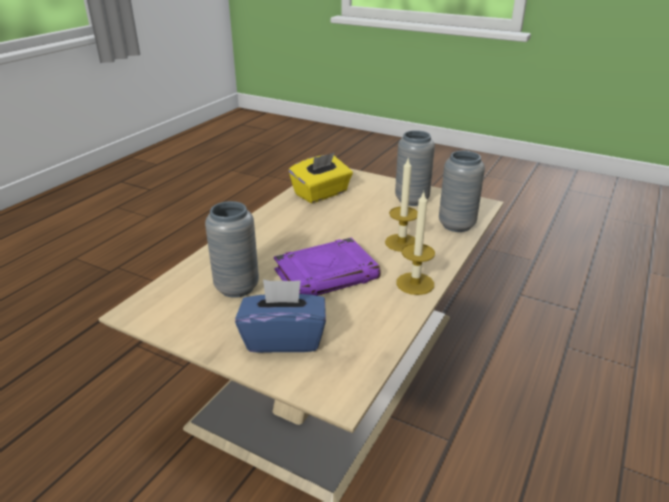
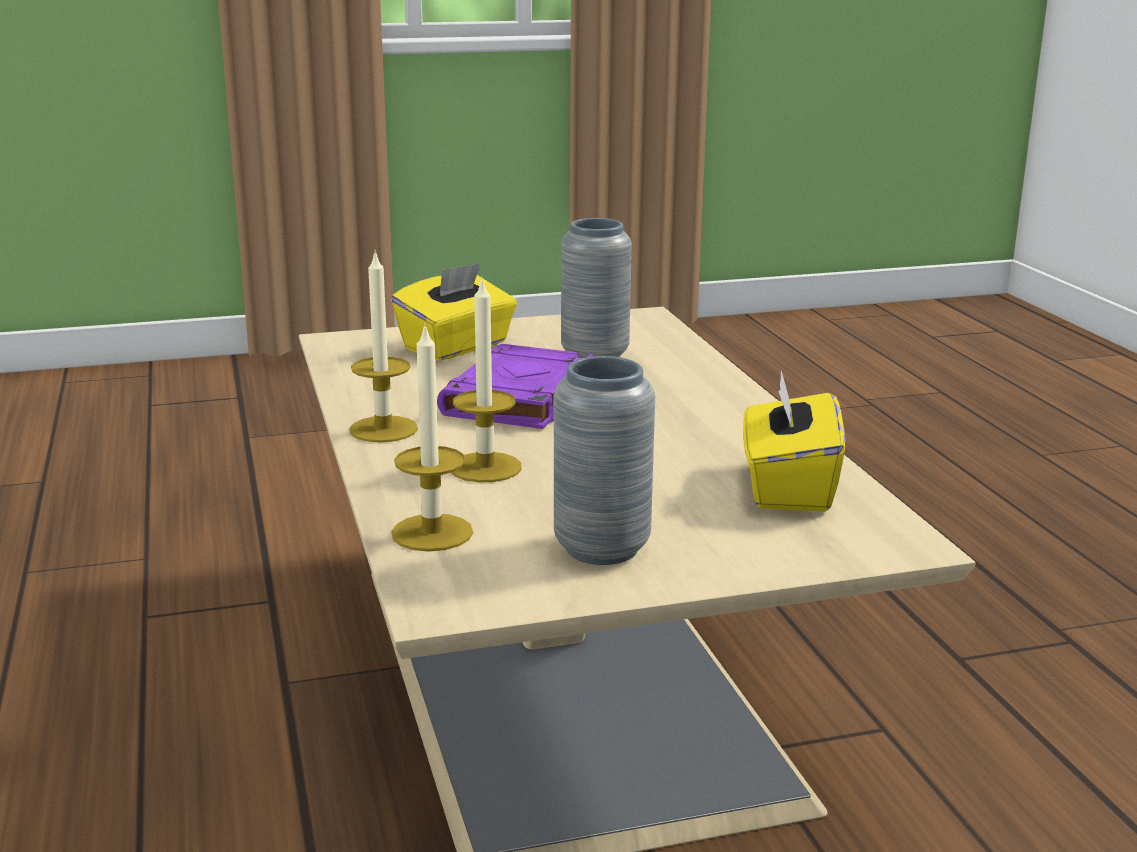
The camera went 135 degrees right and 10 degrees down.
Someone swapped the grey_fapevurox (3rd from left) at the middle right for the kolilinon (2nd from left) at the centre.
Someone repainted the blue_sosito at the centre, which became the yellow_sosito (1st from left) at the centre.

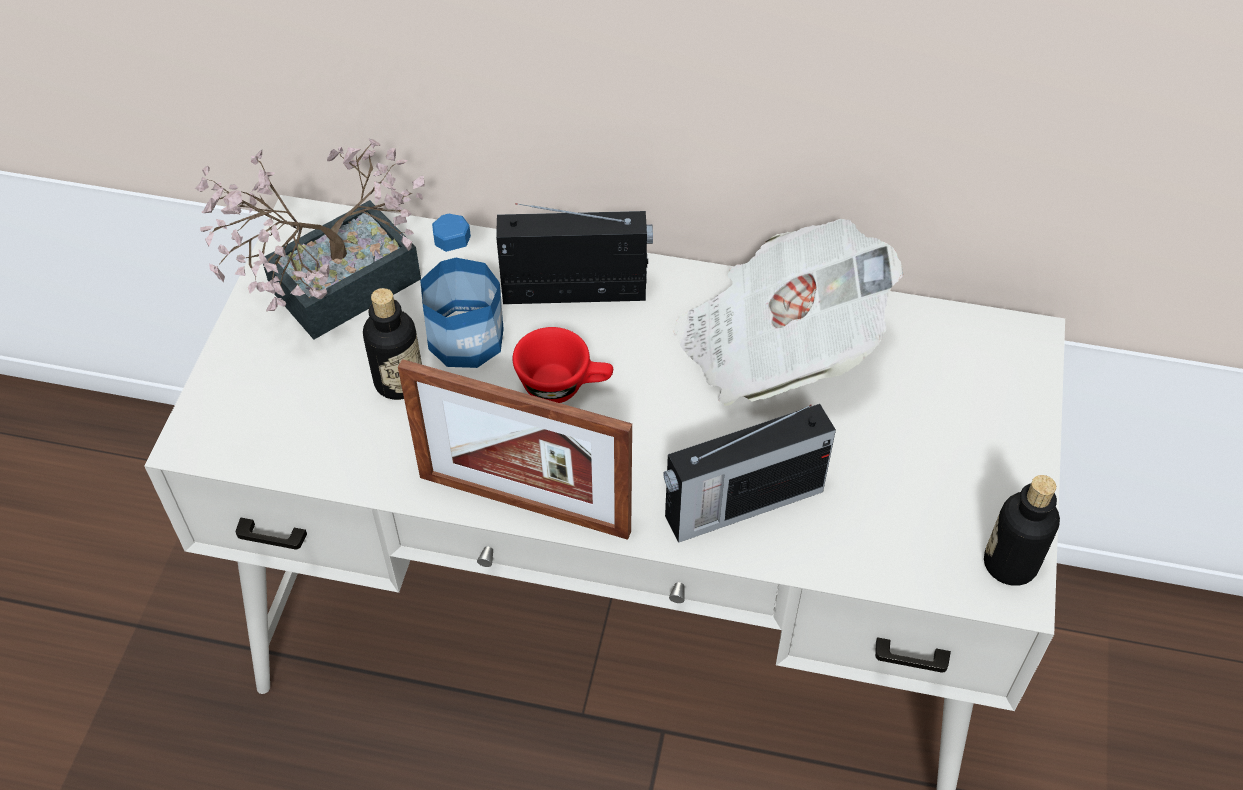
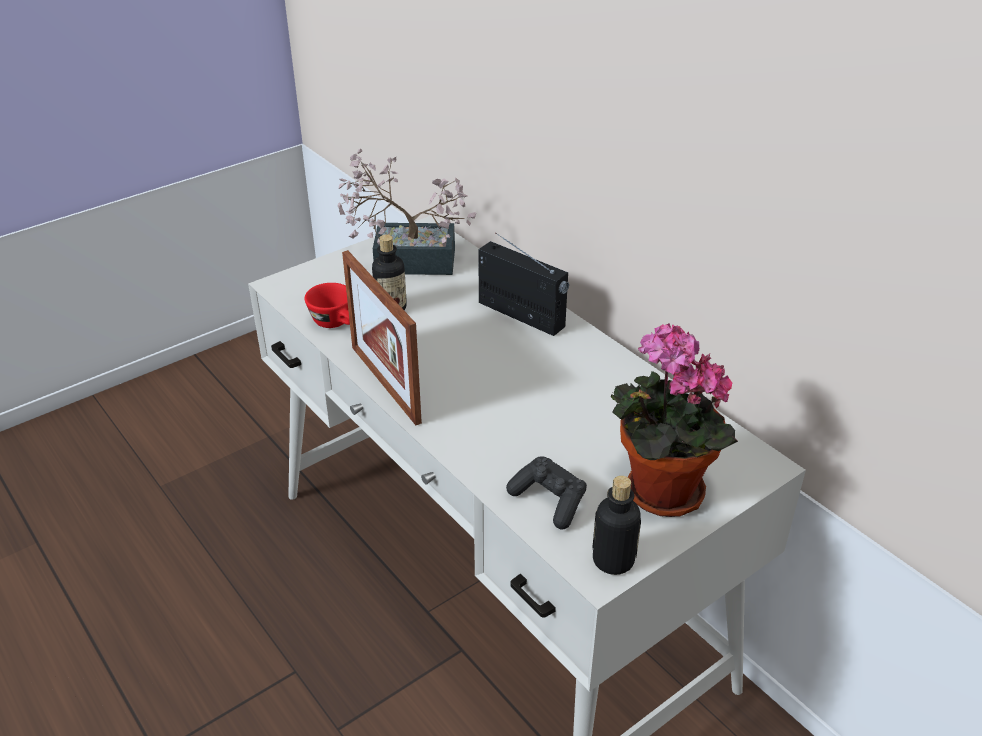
The camera went 40 degrees right and 15 degrees down.
Someone took away the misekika (2nd from left) at the centre.
Someone took away the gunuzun (2nd from left) at the centre.
Someone took away the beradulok at the centre.
Someone put down the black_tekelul at the bottom centre.
Someone put down the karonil (2nd from left) at the middle right.
Someone carried the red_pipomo from the centre to the middle left.

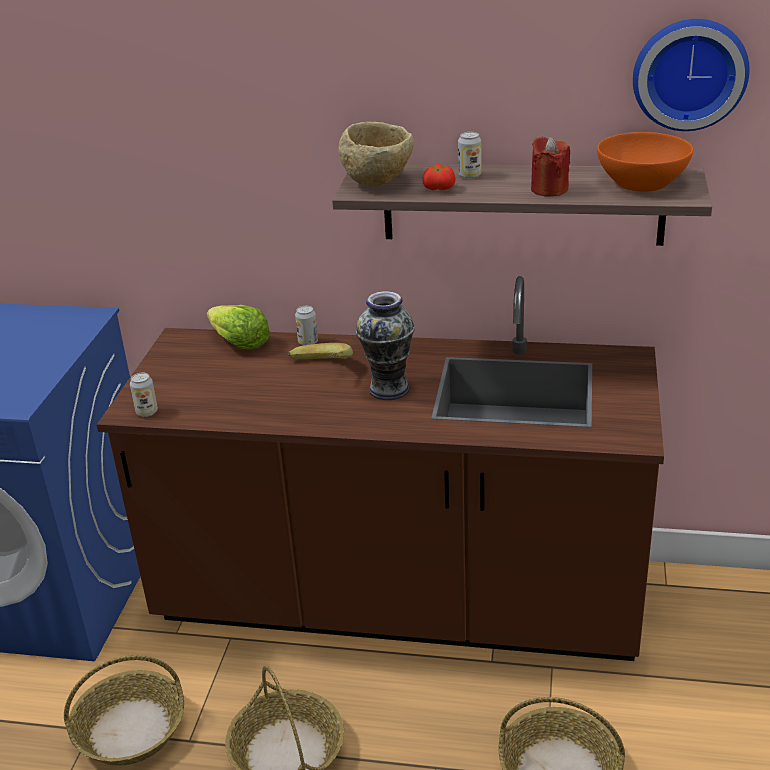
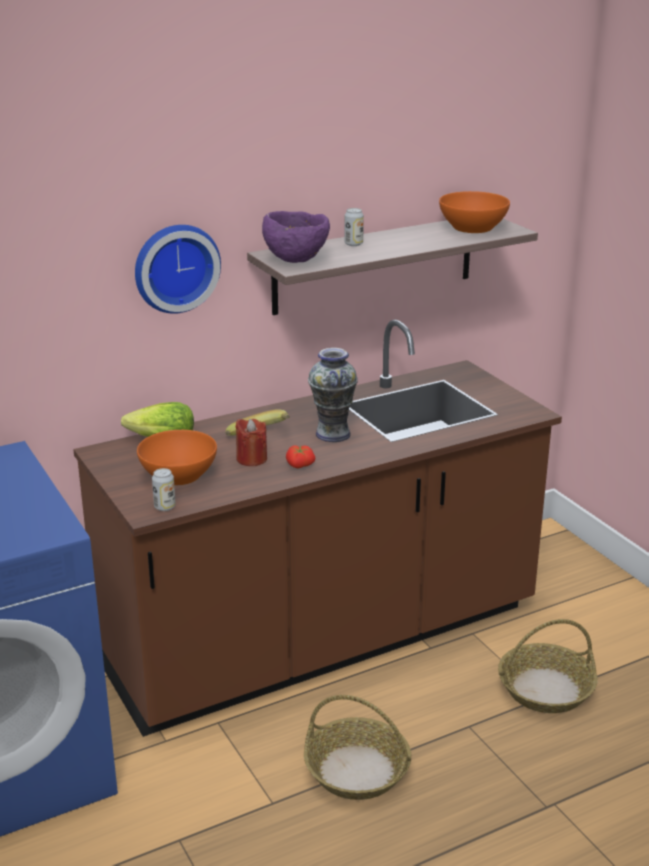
The camera went 40 degrees left and 5 degrees down.
Someone took away the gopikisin (1st from left) at the bottom left.
Someone took away the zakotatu (2nd from left) at the centre.
Someone put down the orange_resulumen (1st from left) at the middle left.
Someone carried the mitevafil from the top centre to the centre.
Someone carried the red_kolilinon from the top right to the centre.
Someone carried the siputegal from the top right to the top left.
Someone repainted the beige_resulumen at the top centre, which became the purple_resulumen at the top centre.

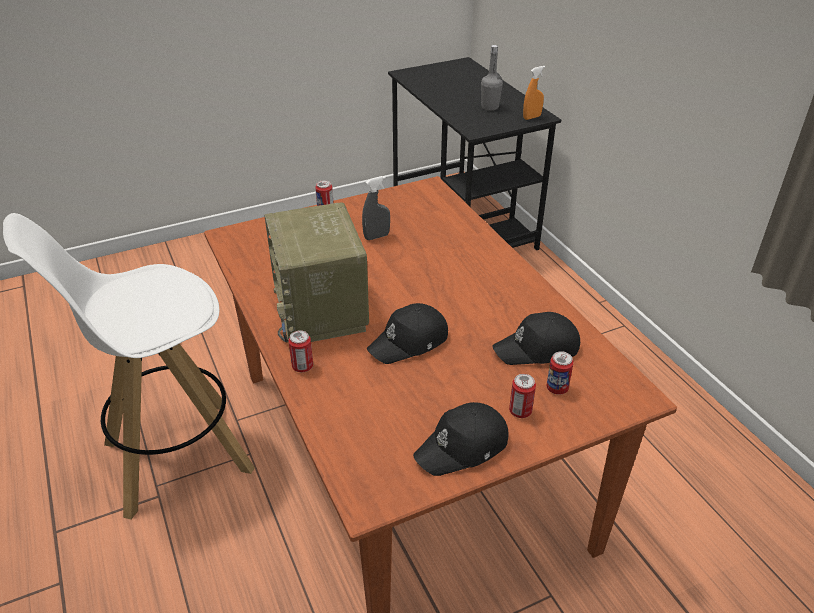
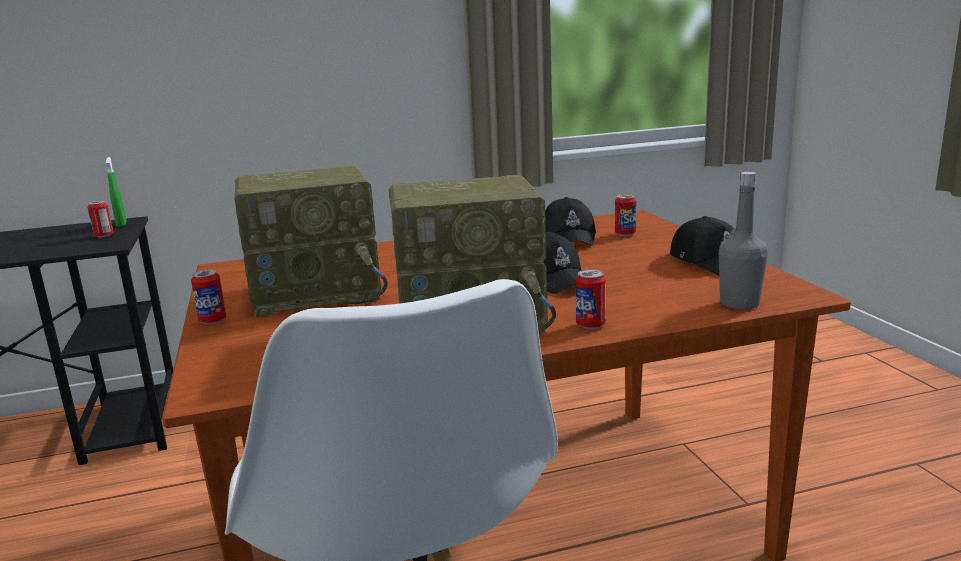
The camera went 80 degrees left and 20 degrees down.
Someone carried the grey_misekika from the top centre to the middle right.
Someone carried the zakotatu (3rd from left in the first image) from the centre to the middle left.
Someone swapped the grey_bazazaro at the centre for the gunuzun (1st from left) at the middle left.
Someone repainted the orange_bazazaro at the top centre, which became the green_bazazaro at the middle left.

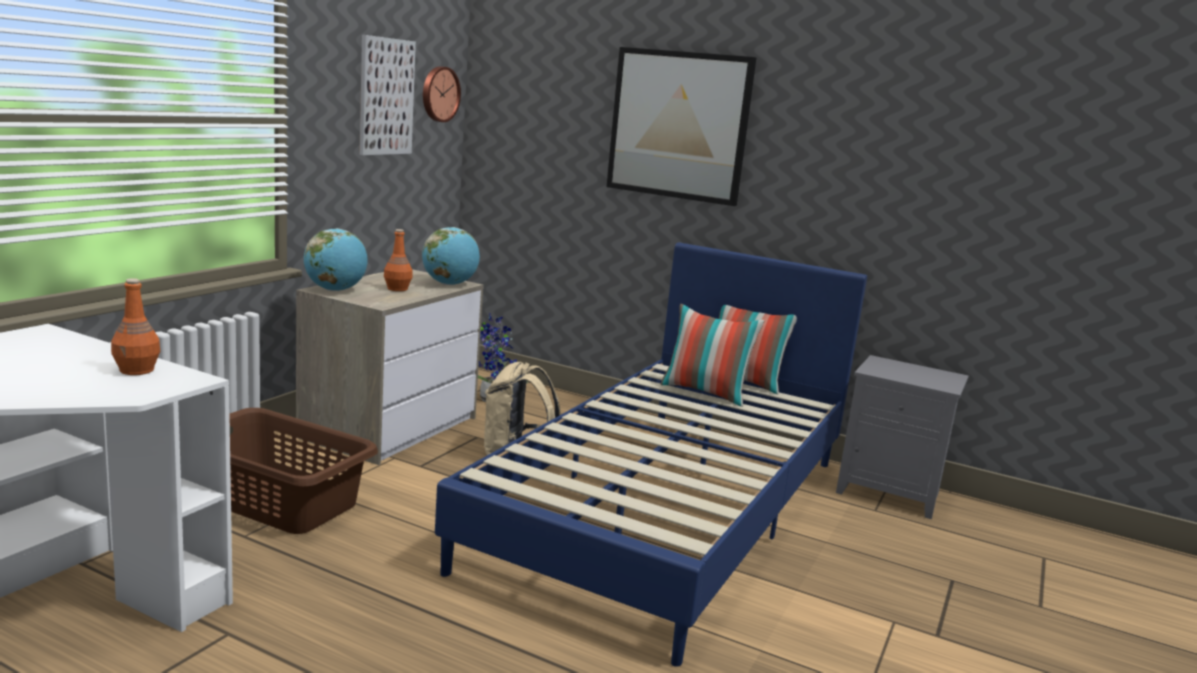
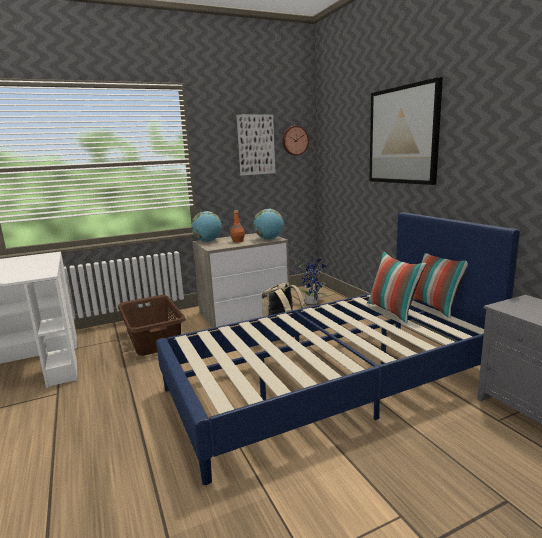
The camera went 40 degrees right and 0 degrees up.
Someone took away the orange_misekika (1st from left) at the middle left.

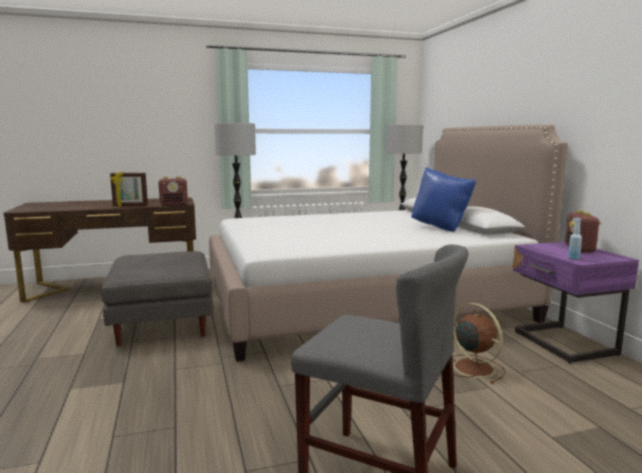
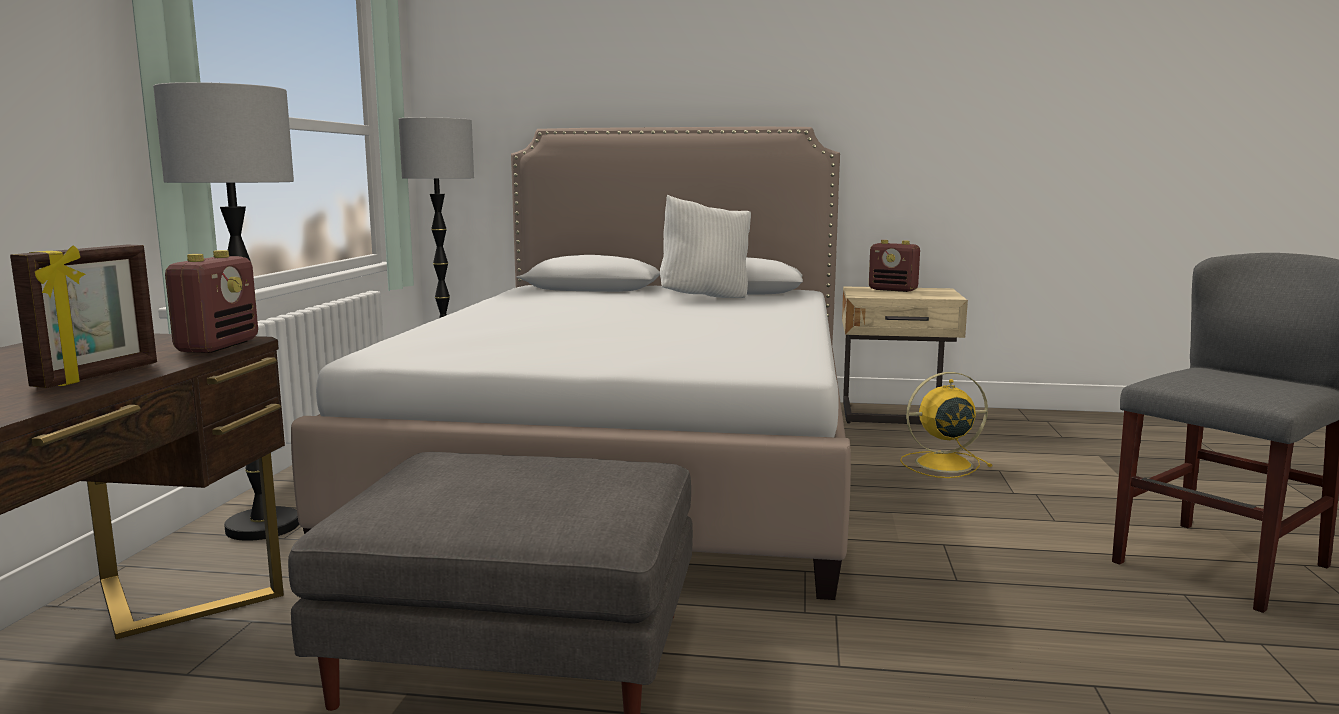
The camera went 65 degrees left and 0 degrees up.
Someone took away the blue_misekika at the middle right.
Someone repainted the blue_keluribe at the middle right, which became the white_keluribe at the centre.
Someone repainted the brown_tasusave at the bottom right, which became the yellow_tasusave at the middle right.
Someone repainted the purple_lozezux at the middle right, which became the beige_lozezux at the middle right.

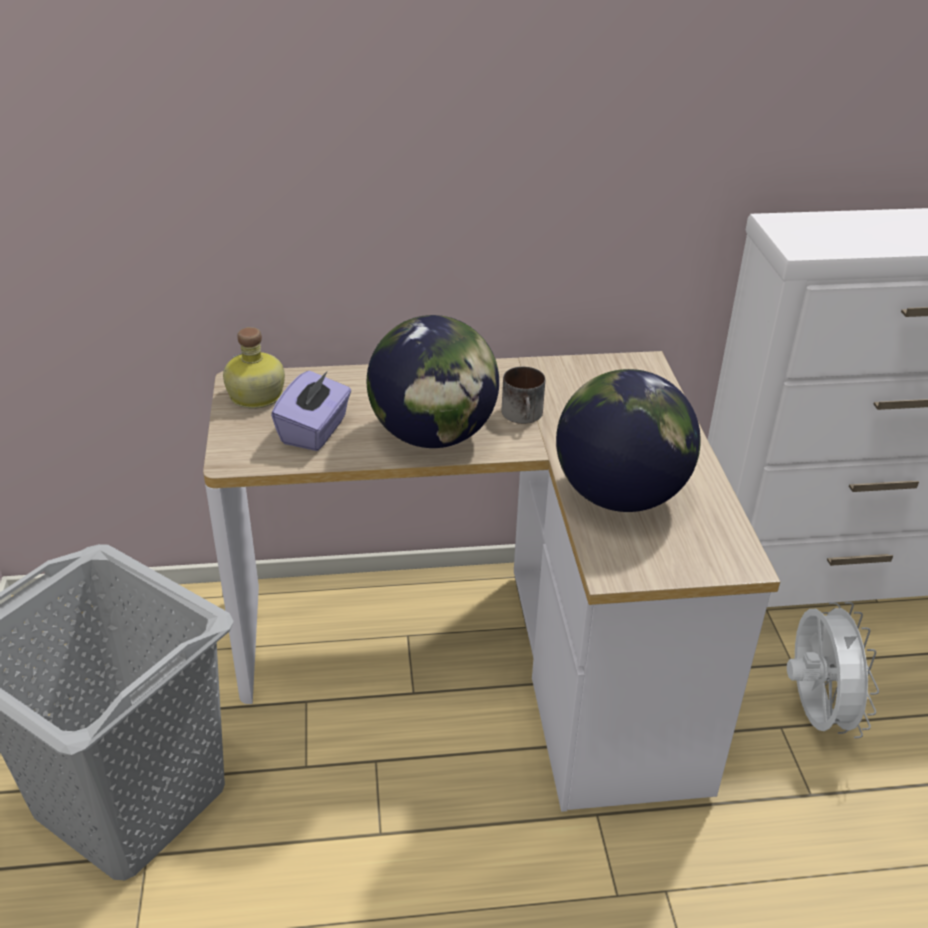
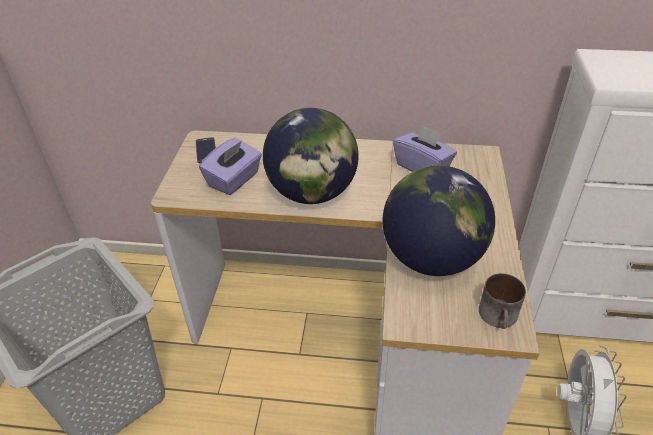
The camera went 15 degrees right and 5 degrees up.
Someone put down the purple_sosito (2nd from left) at the centre.
Someone carried the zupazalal from the centre to the bottom right.
Someone swapped the misekika at the middle left for the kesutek at the middle left.

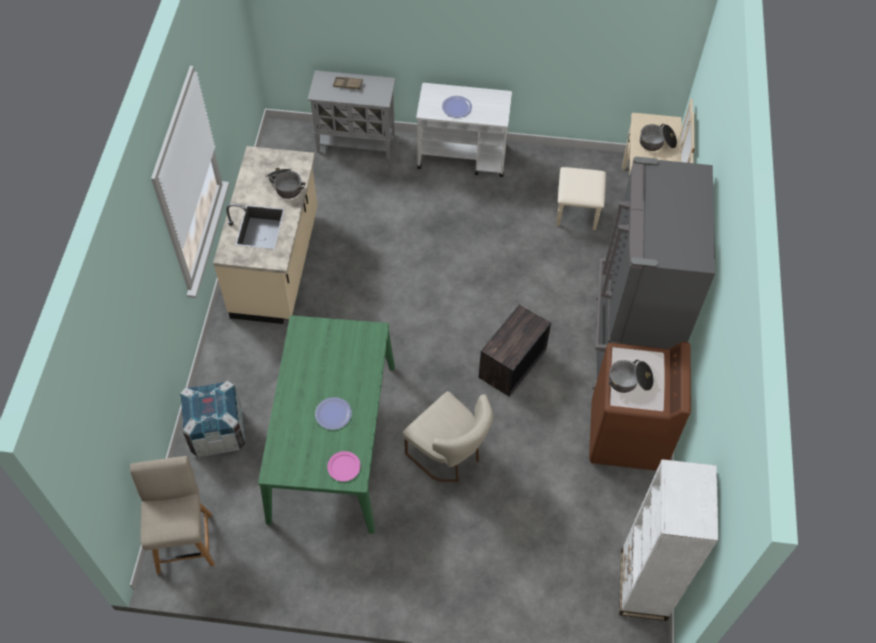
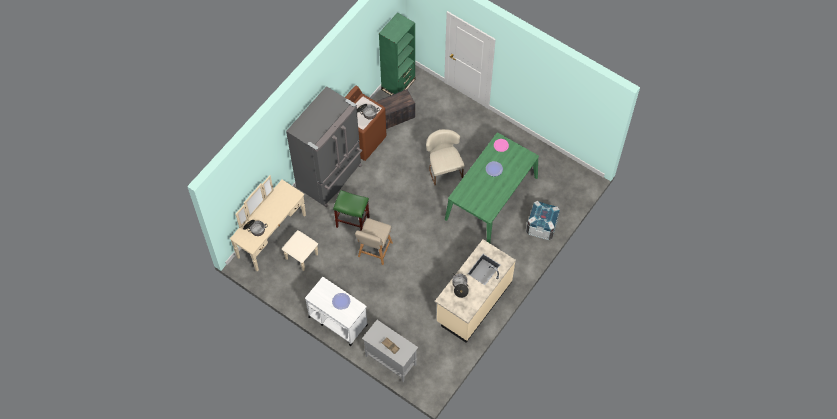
The camera went 150 degrees left and 5 degrees up.
Someone put down the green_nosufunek at the centre.
Someone carried the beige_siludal (1st from left) from the bottom left to the centre.
Someone carried the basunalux (2nd from left in the first image) from the centre to the top centre.
Someone repainted the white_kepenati at the bottom right, which became the green_kepenati at the top centre.

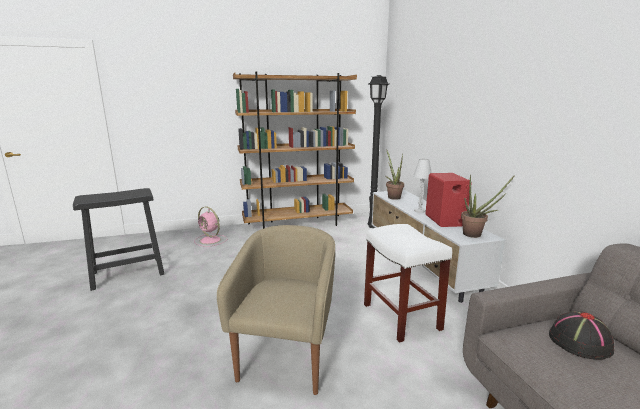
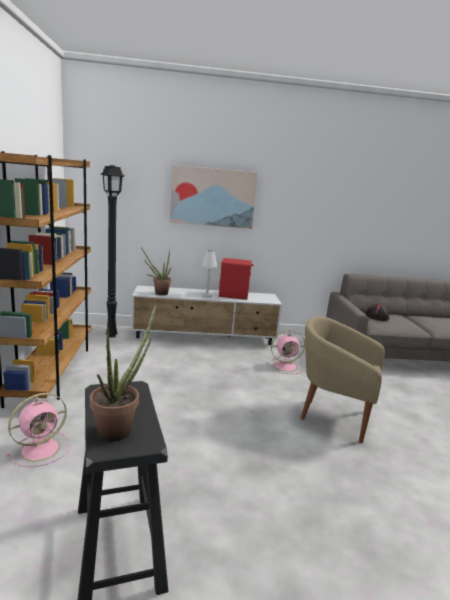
The camera went 80 degrees left and 0 degrees up.
Someone put up the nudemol at the top centre.
Someone carried the karonil (2nd from left in the first image) from the middle right to the middle left.
Someone swapped the white_nosufunek at the bottom centre for the pink_tasusave (2nd from left) at the centre.

